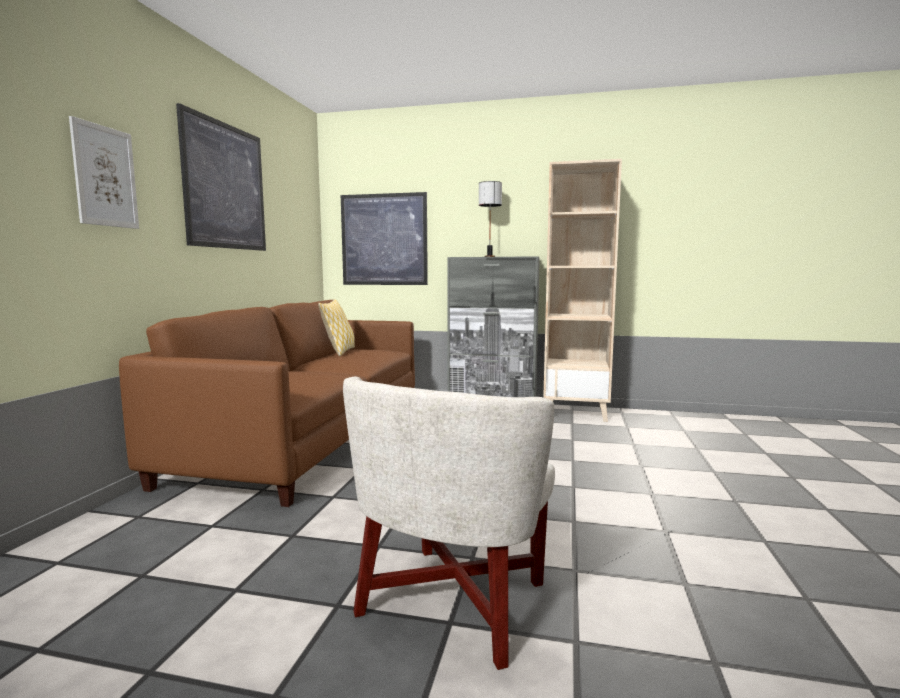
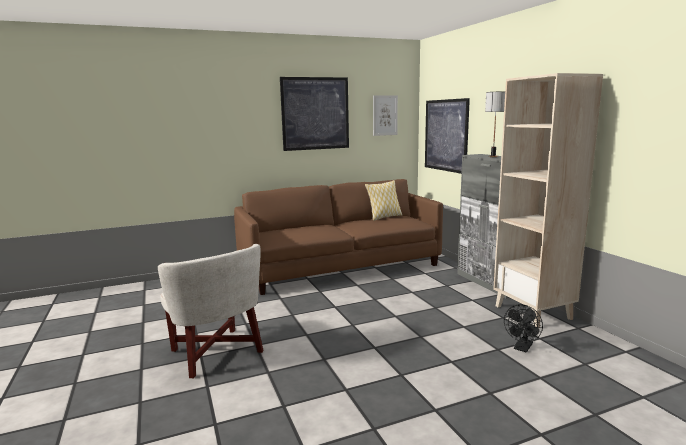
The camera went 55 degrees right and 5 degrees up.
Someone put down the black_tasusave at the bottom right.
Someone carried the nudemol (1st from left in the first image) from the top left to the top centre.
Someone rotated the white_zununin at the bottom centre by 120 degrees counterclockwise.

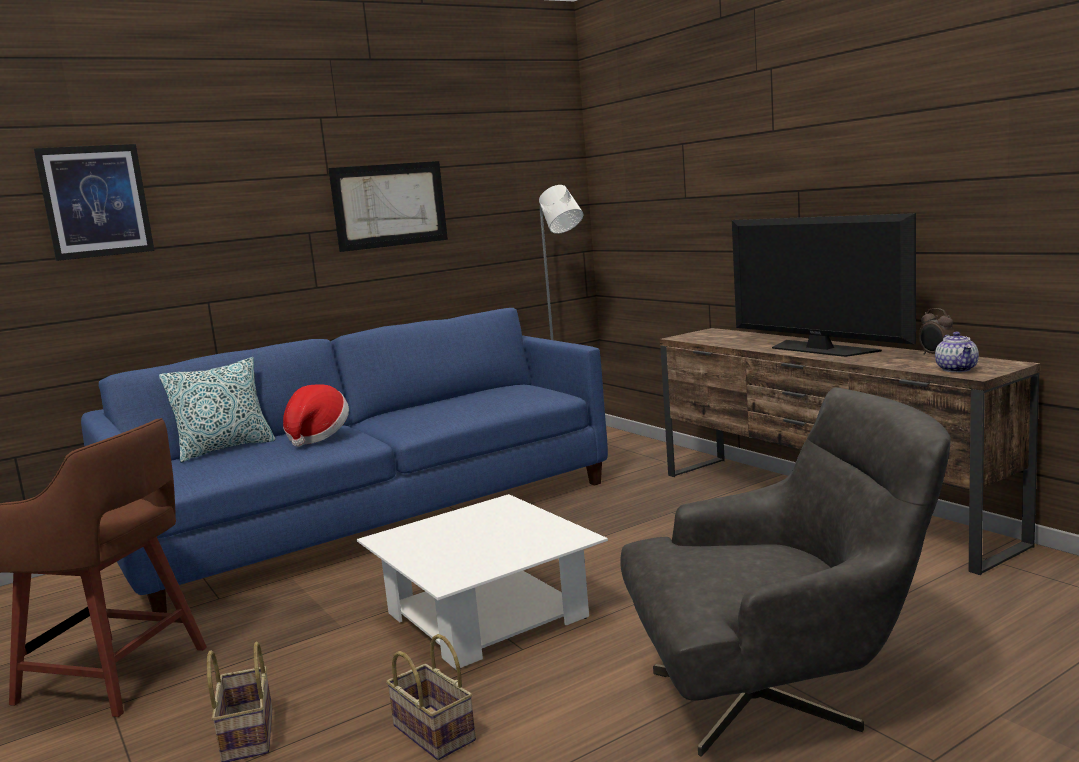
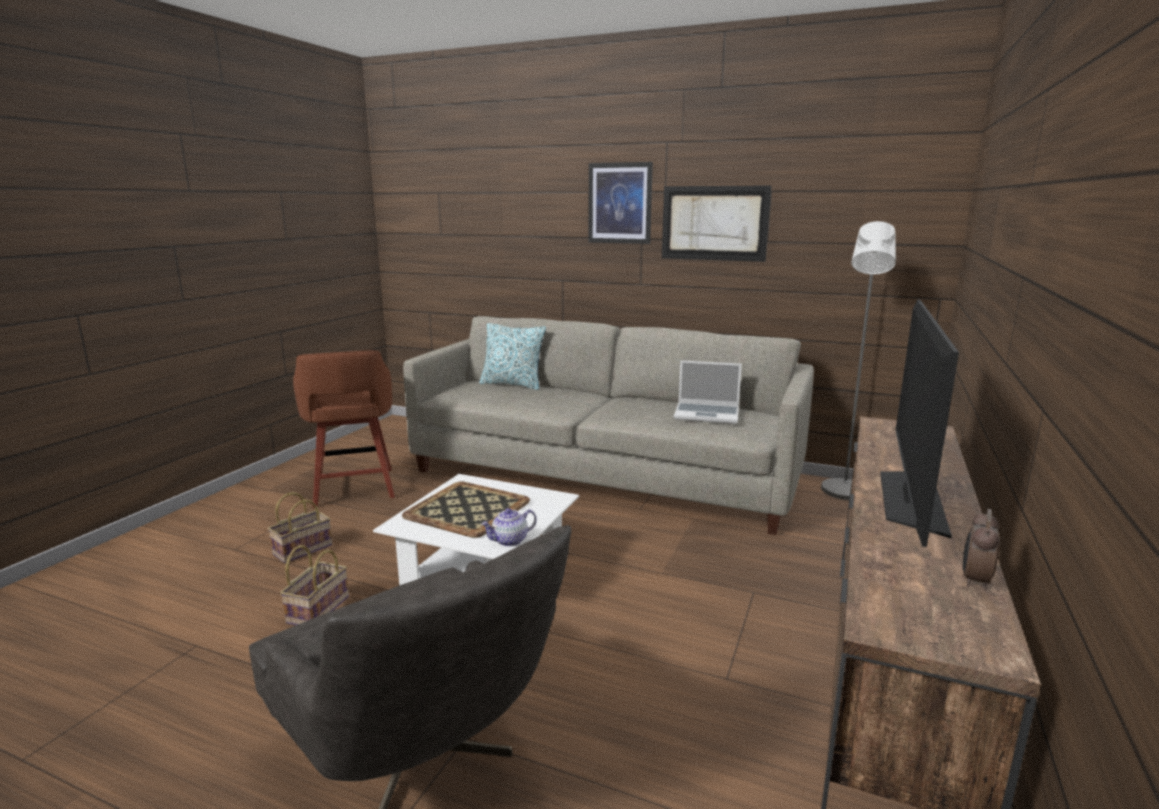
The camera went 55 degrees right and 5 degrees up.
Someone took away the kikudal at the middle left.
Someone put down the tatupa at the centre.
Someone put down the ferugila at the centre.
Someone carried the nudemol (1st from left) from the top left to the top centre.
Someone carried the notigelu from the middle right to the centre.
Someone repainted the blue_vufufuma at the middle left, which became the grey_vufufuma at the centre.

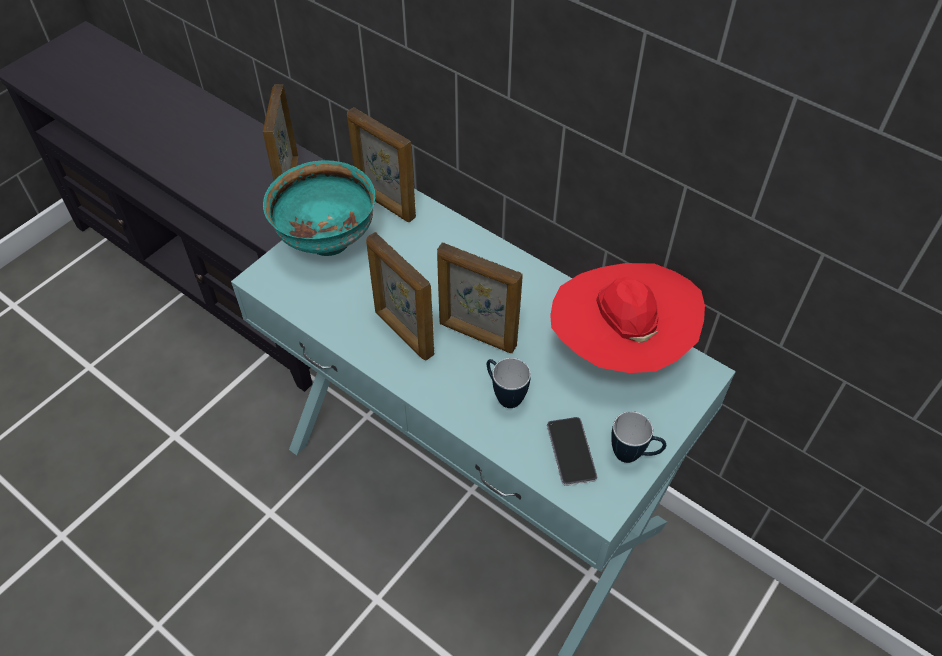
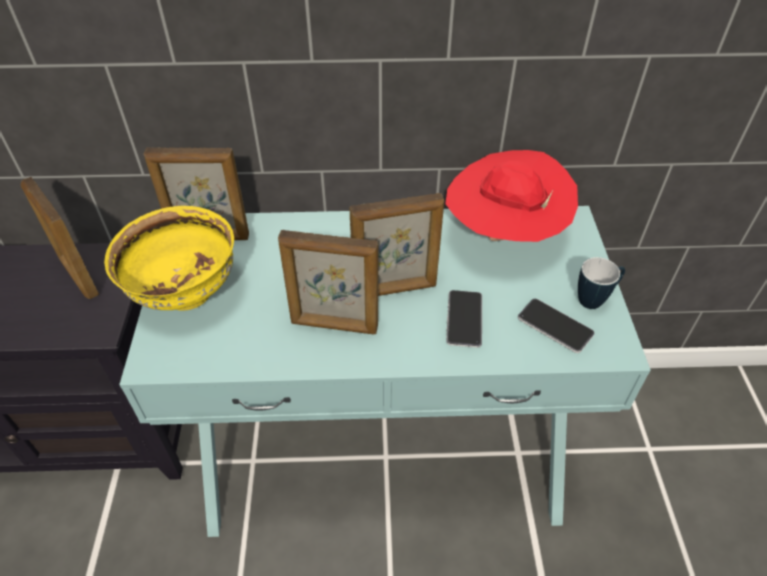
The camera went 40 degrees left and 5 degrees down.
Someone swapped the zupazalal (1st from left) at the centre for the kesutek (1st from left) at the centre.
Someone repainted the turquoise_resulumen at the top centre, which became the yellow_resulumen at the middle left.

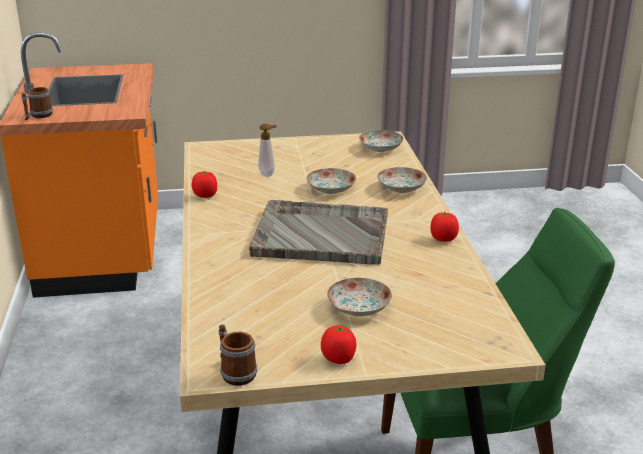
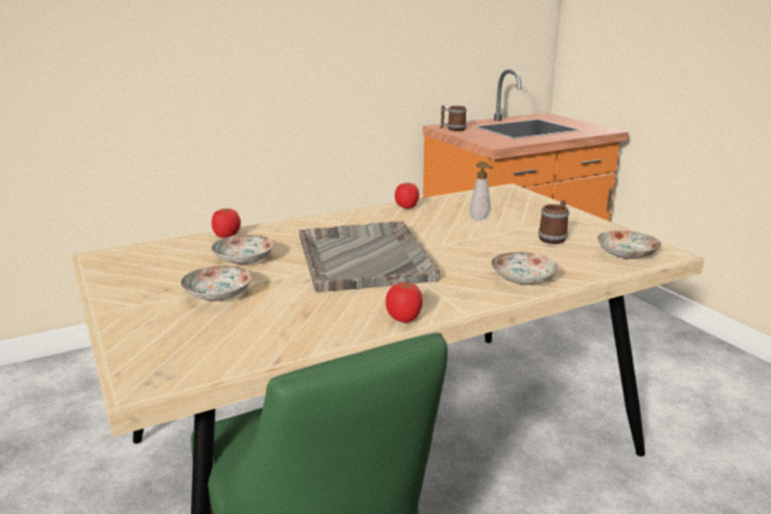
The camera went 70 degrees right and 5 degrees down.
Someone carried the zupazalal (2nd from left) from the bottom centre to the middle right.
Someone carried the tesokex (1st from left in the first image) from the centre to the middle left.
Someone carried the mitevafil (2nd from left in the first image) from the bottom centre to the middle left.

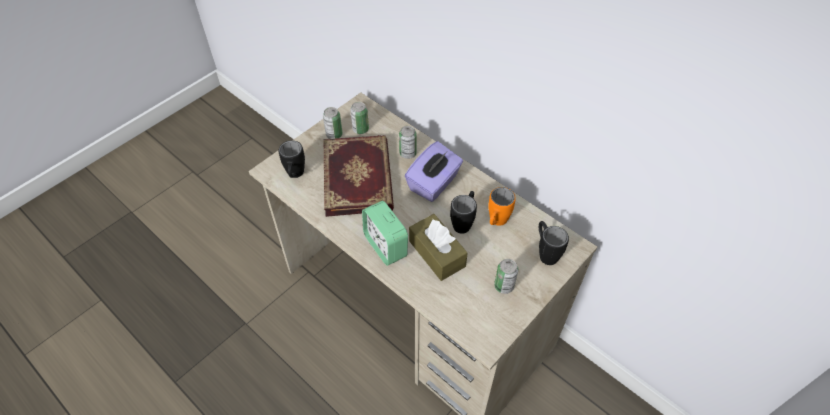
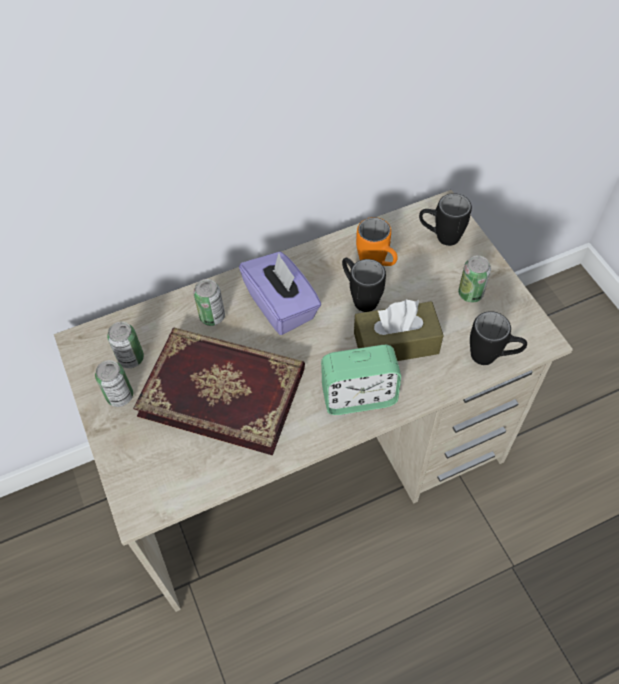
The camera went 65 degrees left and 5 degrees up.
Someone carried the black_zupazalal (1st from left in the first image) from the centre to the middle right.

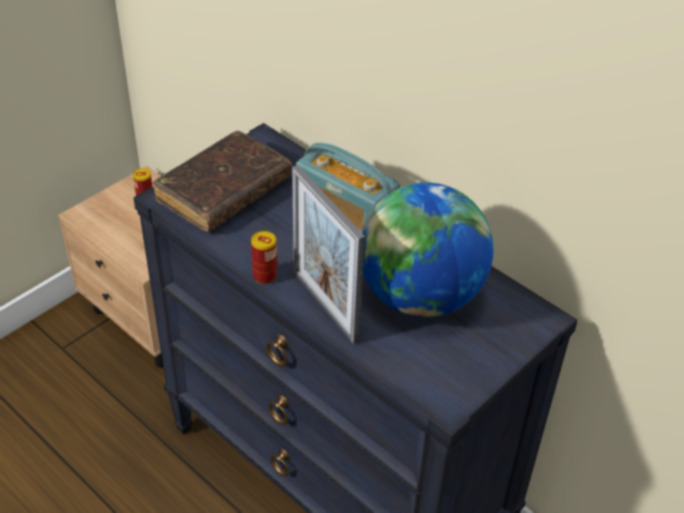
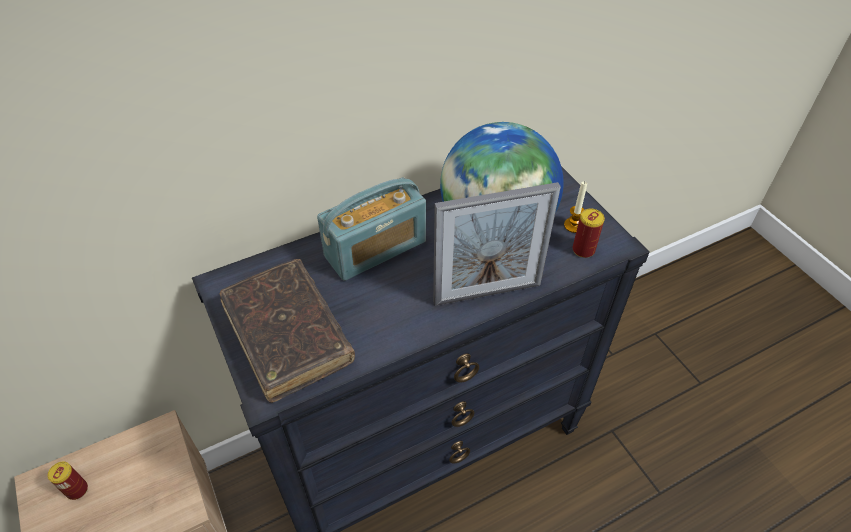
The camera went 70 degrees left and 5 degrees up.
Someone put down the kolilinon at the middle right.
Someone carried the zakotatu (2nd from left) from the centre to the middle right.

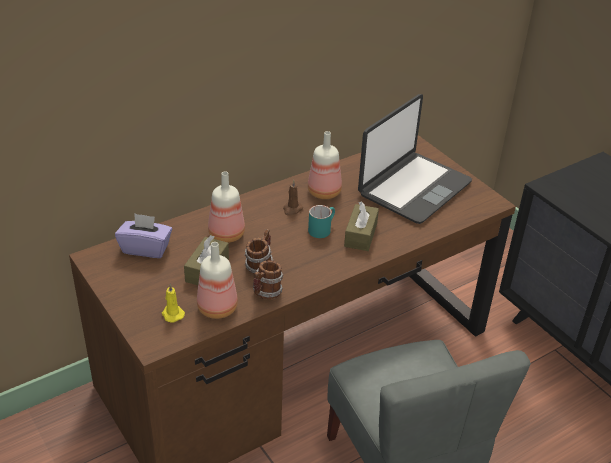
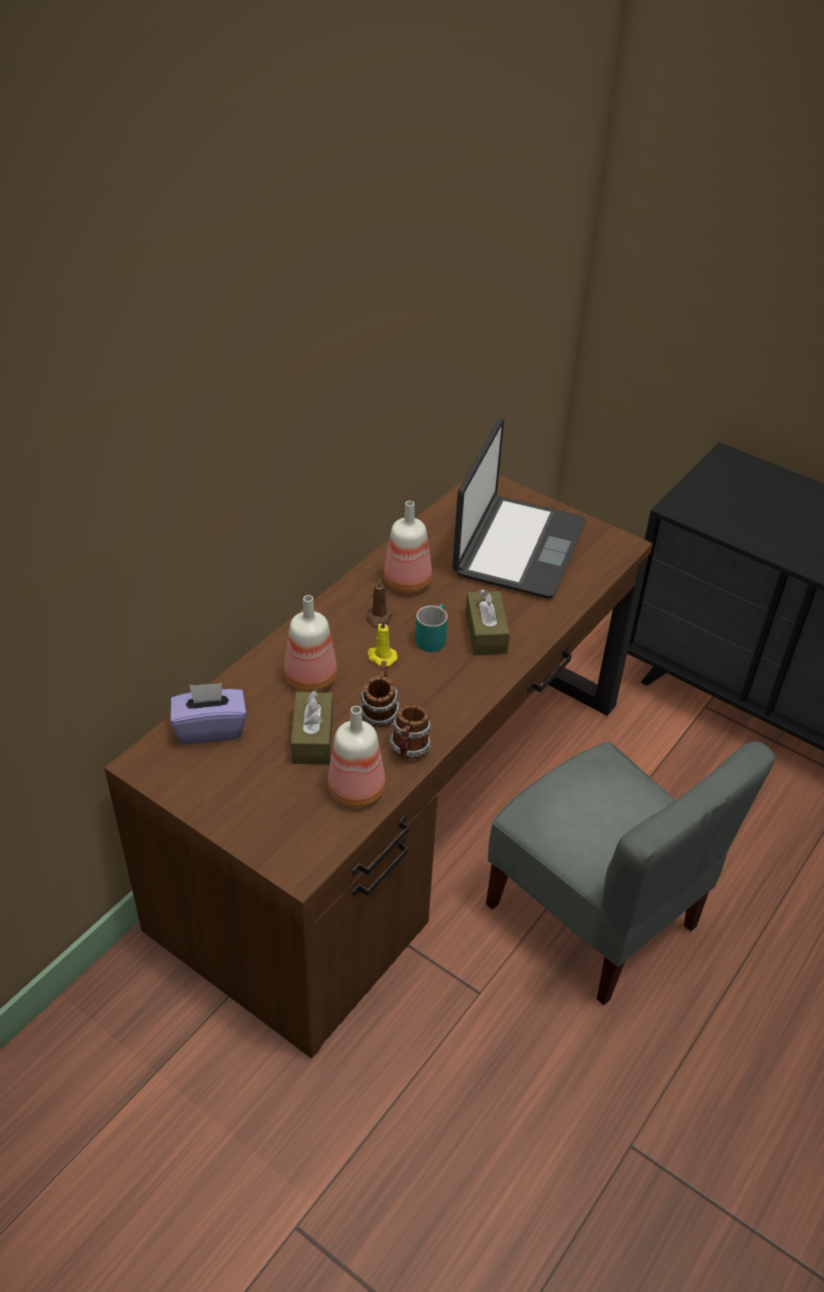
The camera went 20 degrees left and 5 degrees up.
Someone carried the yellow_kolilinon from the middle left to the centre.

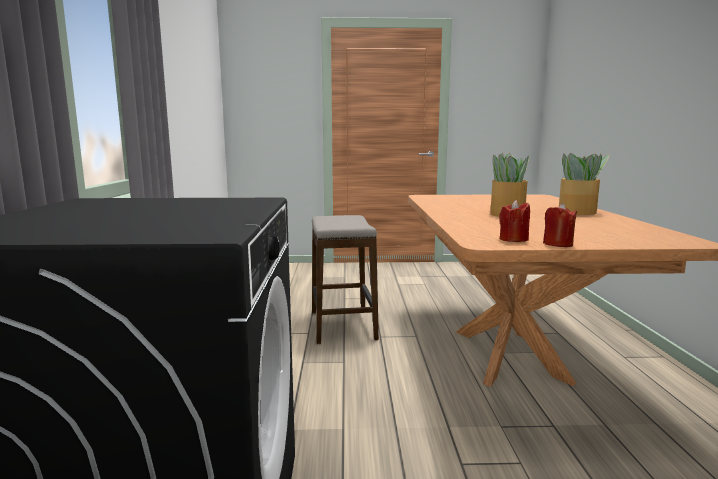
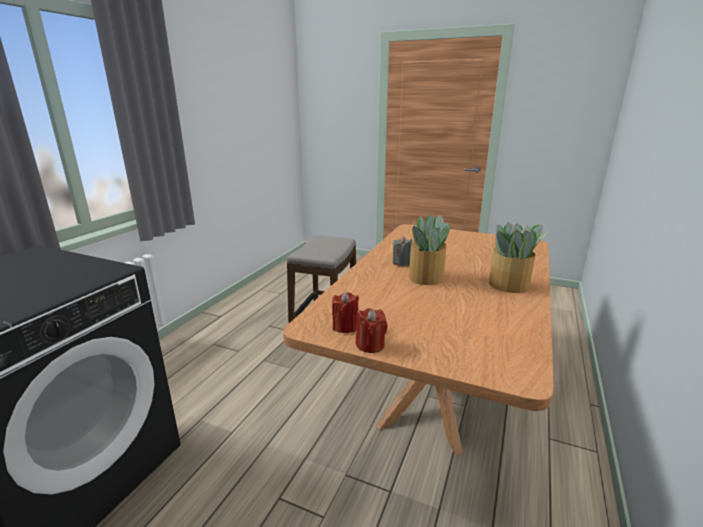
The camera went 25 degrees right and 10 degrees up.
Someone put down the grey_kolilinon at the centre.

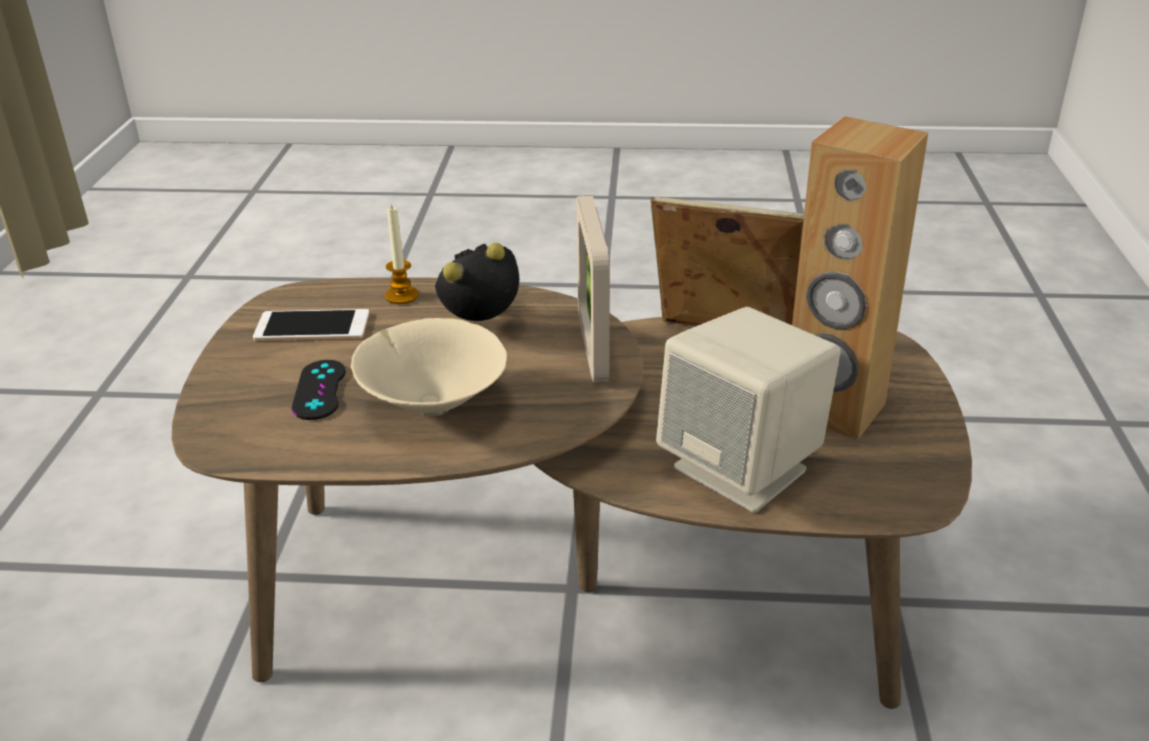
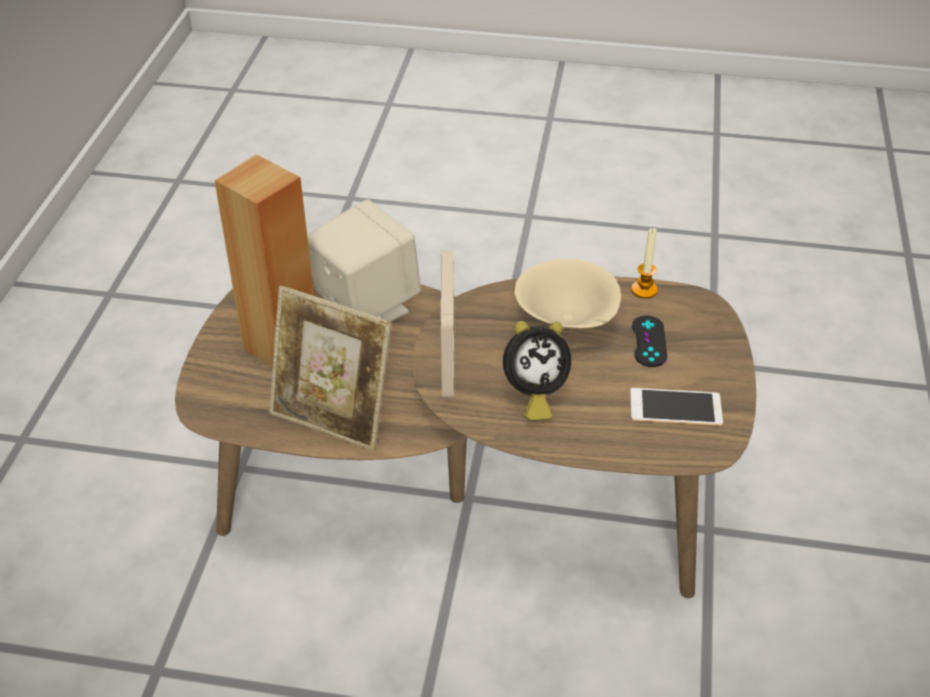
The camera went 175 degrees left and 10 degrees up.
Someone carried the kolilinon from the centre to the middle right.

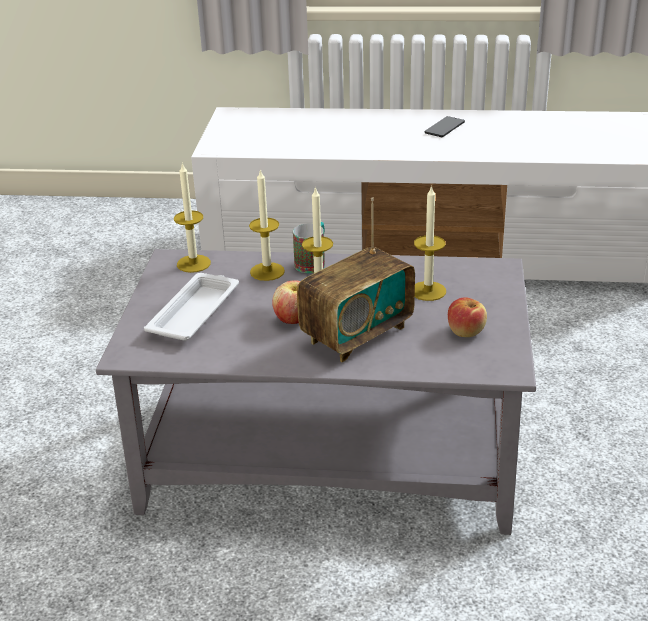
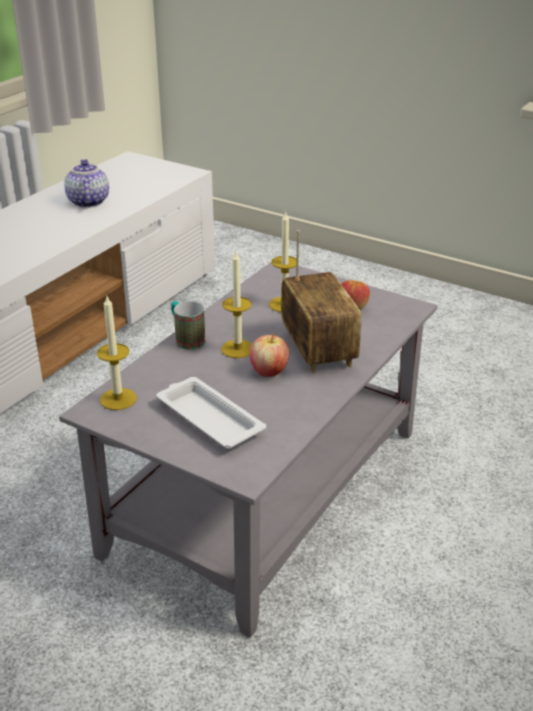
The camera went 65 degrees left and 0 degrees up.
Someone took away the kolilinon (2nd from left) at the centre.
Someone took away the kesutek at the top right.
Someone put down the notigelu at the top left.

